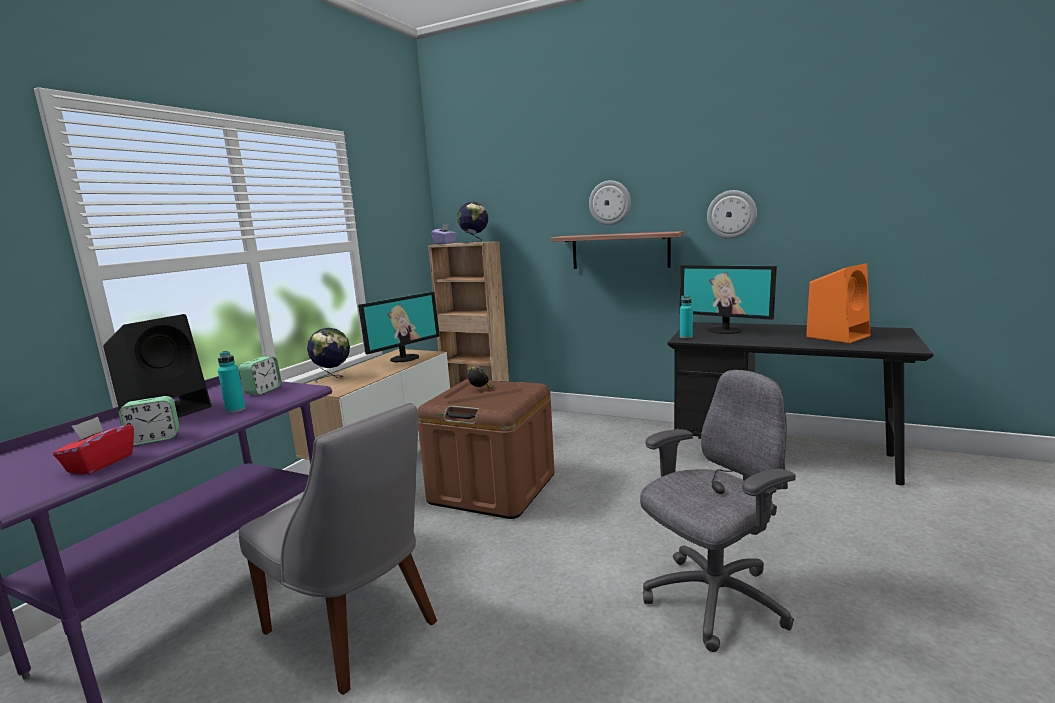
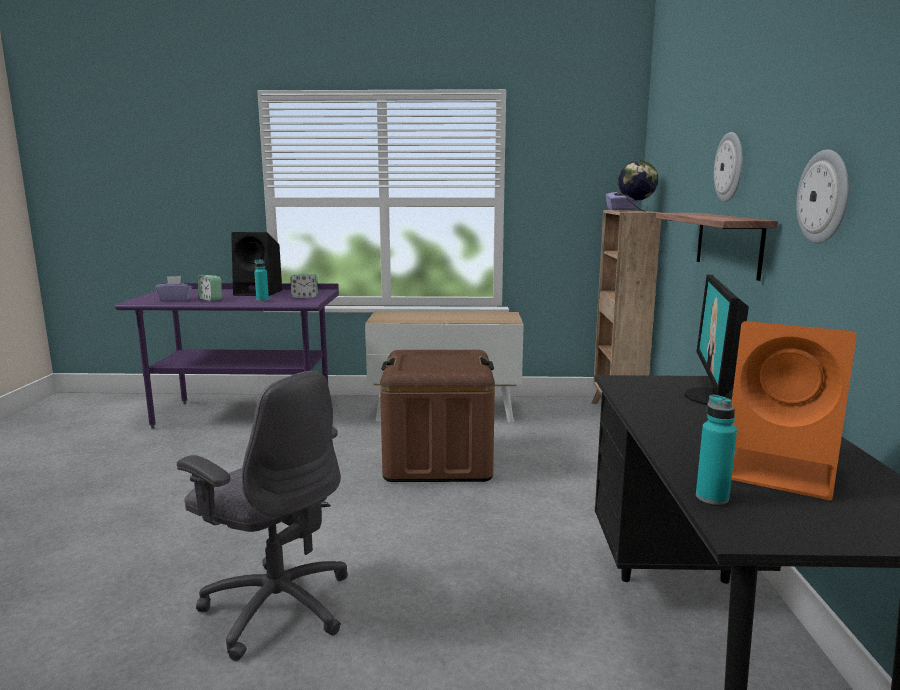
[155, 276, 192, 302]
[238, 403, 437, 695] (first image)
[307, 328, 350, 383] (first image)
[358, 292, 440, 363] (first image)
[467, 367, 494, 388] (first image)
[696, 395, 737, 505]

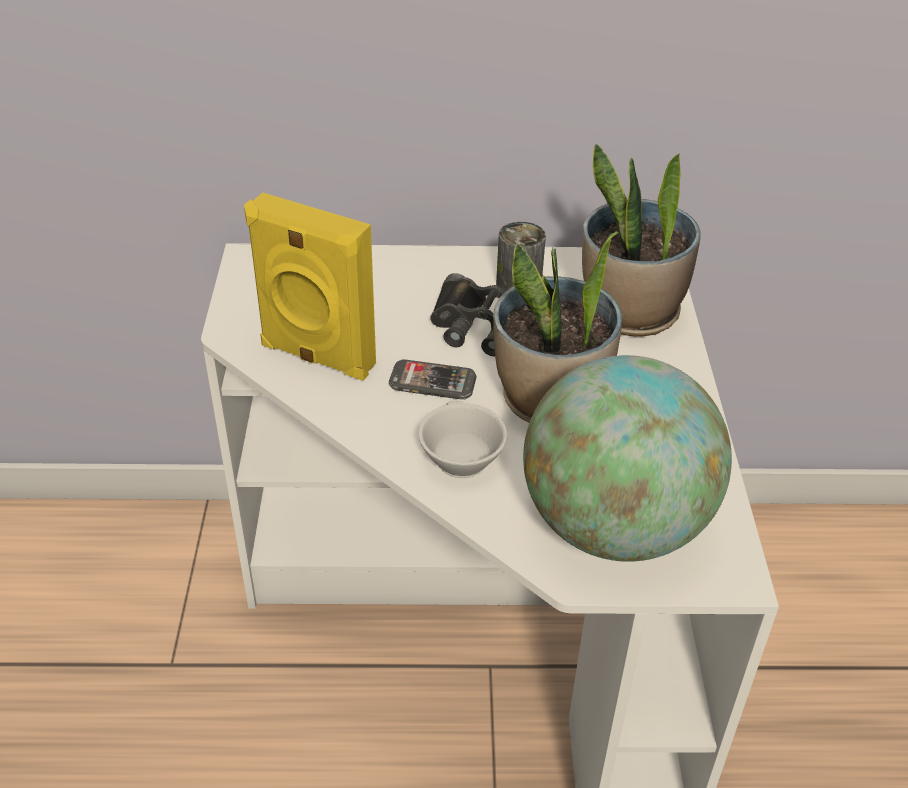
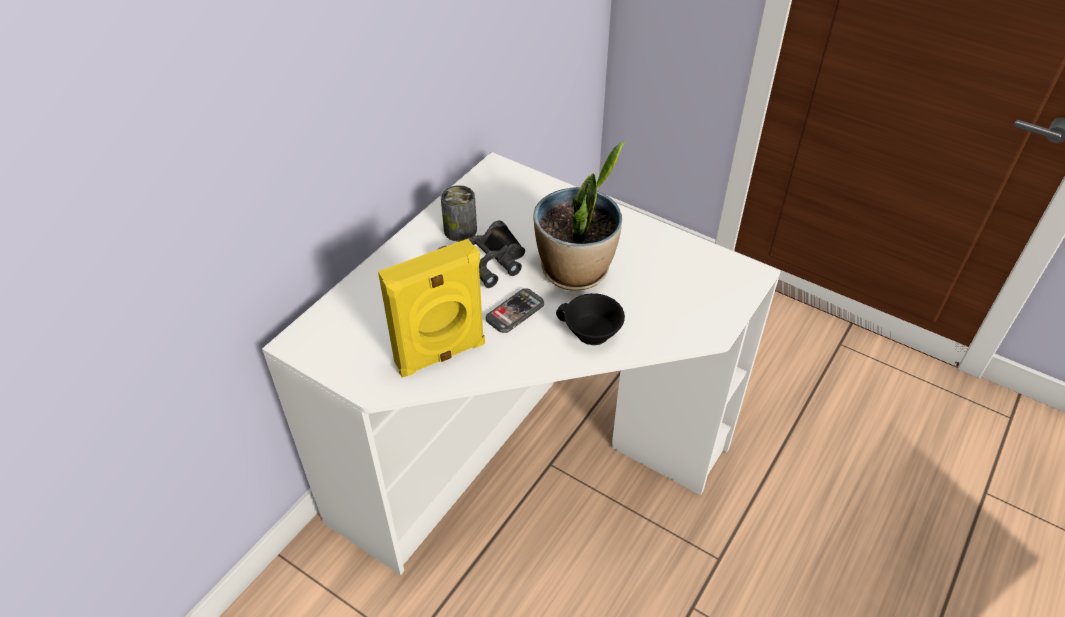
[556, 293, 625, 345]
[523, 355, 732, 562] (first image)
[582, 144, 701, 337] (first image)

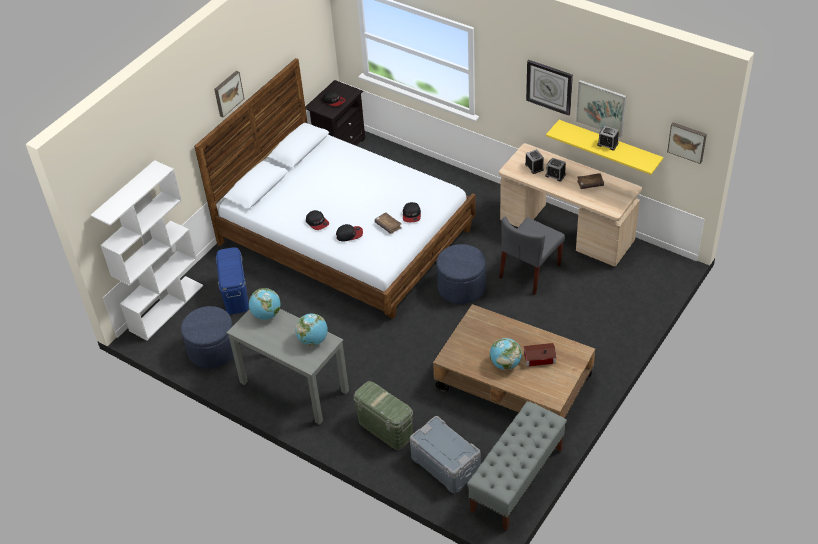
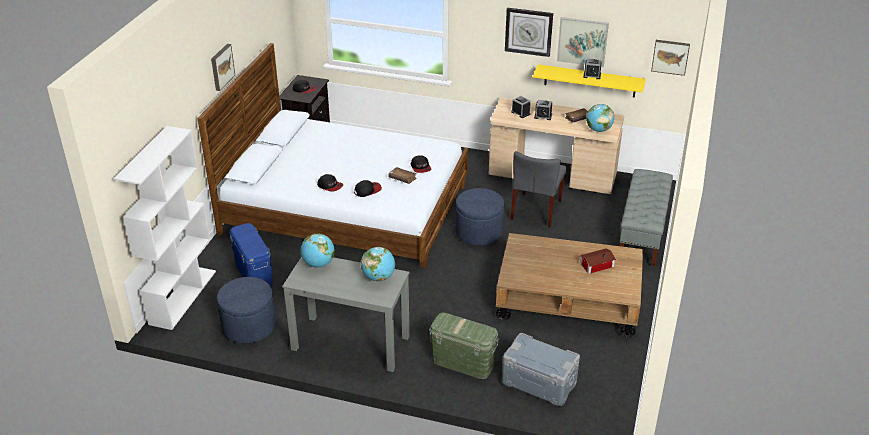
[620, 169, 673, 267]
[586, 104, 614, 132]

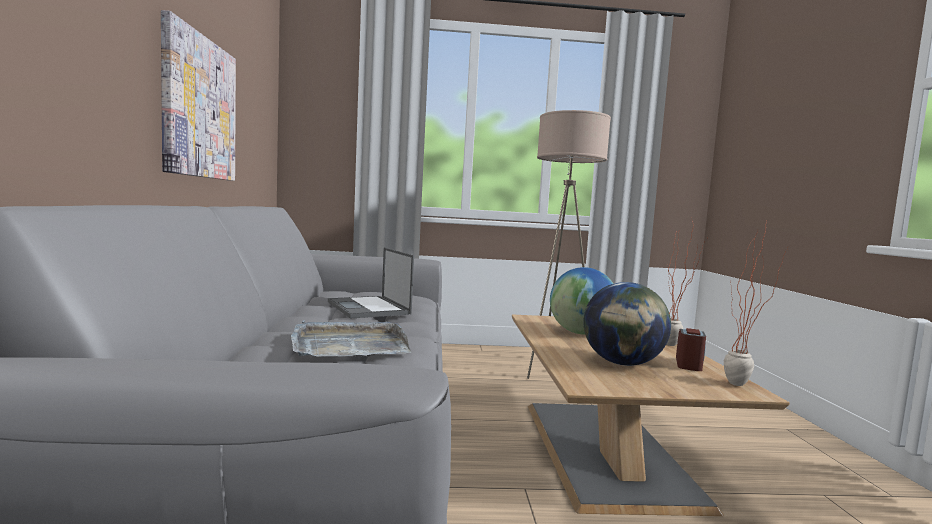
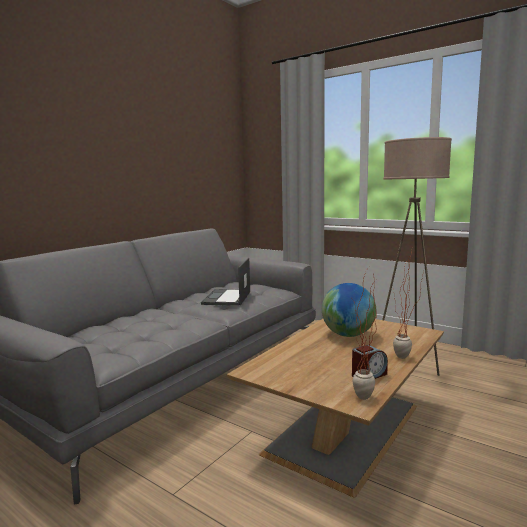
[161, 10, 236, 181] (first image)
[291, 320, 411, 357] (first image)
[583, 282, 671, 366] (first image)

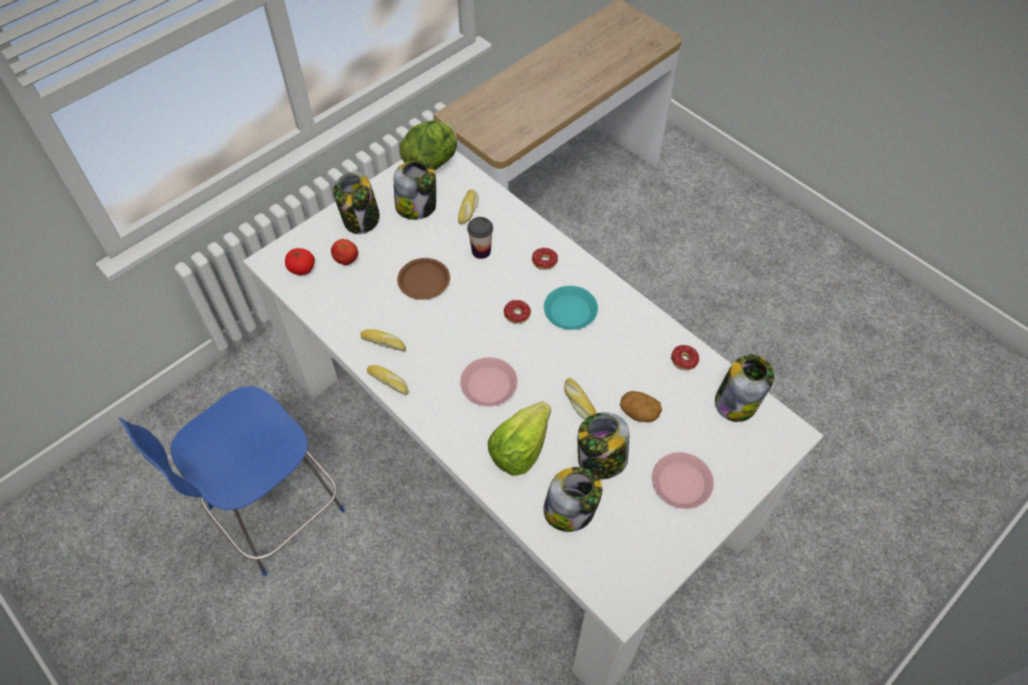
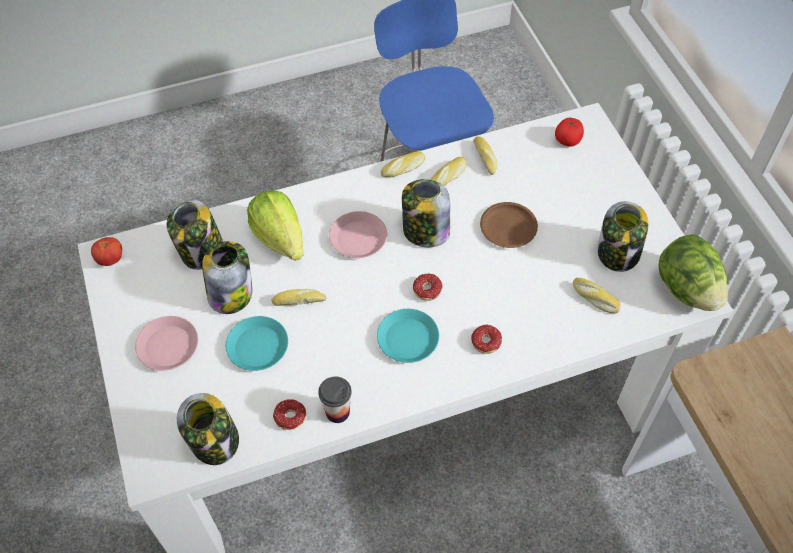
[91, 237, 122, 266]
[402, 179, 450, 247]
[318, 376, 352, 423]
[226, 316, 288, 371]
[473, 137, 498, 175]

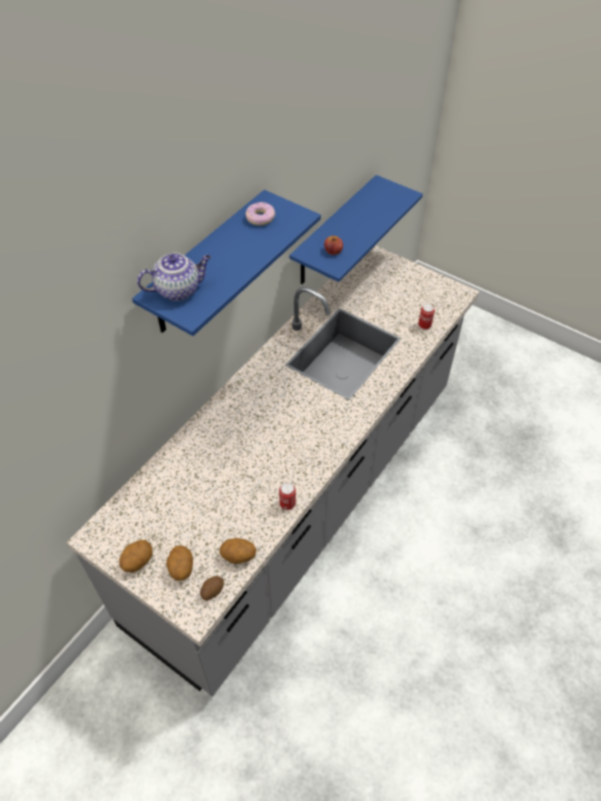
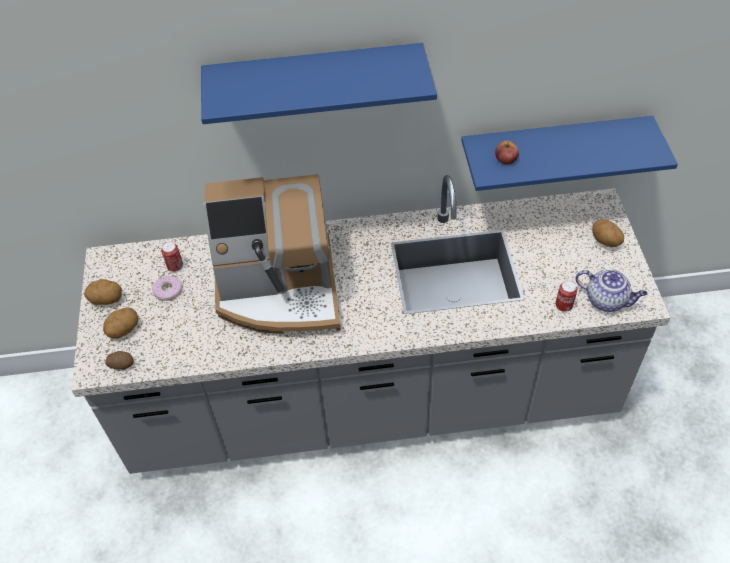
[575, 269, 647, 312]
[592, 219, 624, 247]
[152, 275, 182, 301]
[161, 242, 183, 272]
[203, 174, 341, 334]

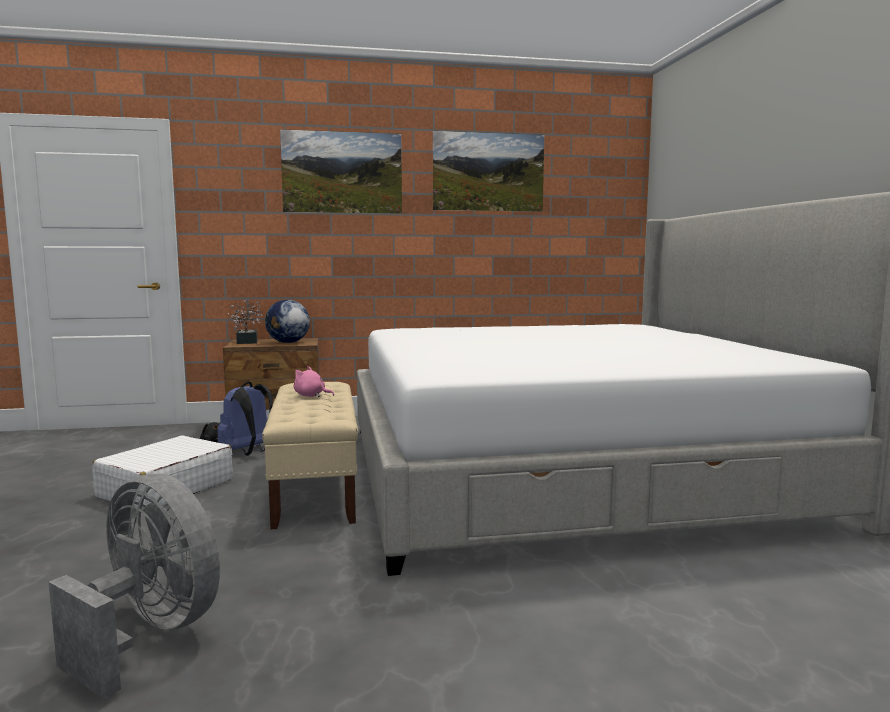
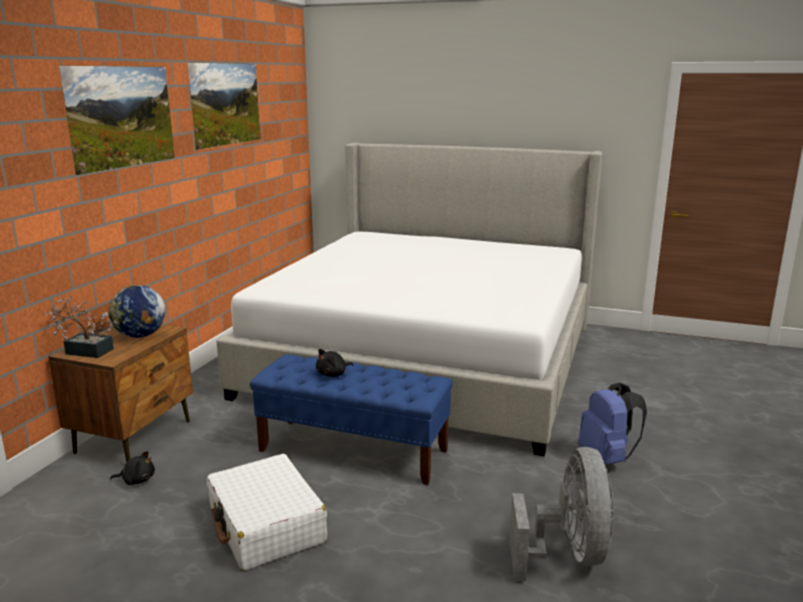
[509, 447, 615, 581]
[578, 383, 647, 465]
[250, 354, 453, 485]
[316, 349, 353, 377]

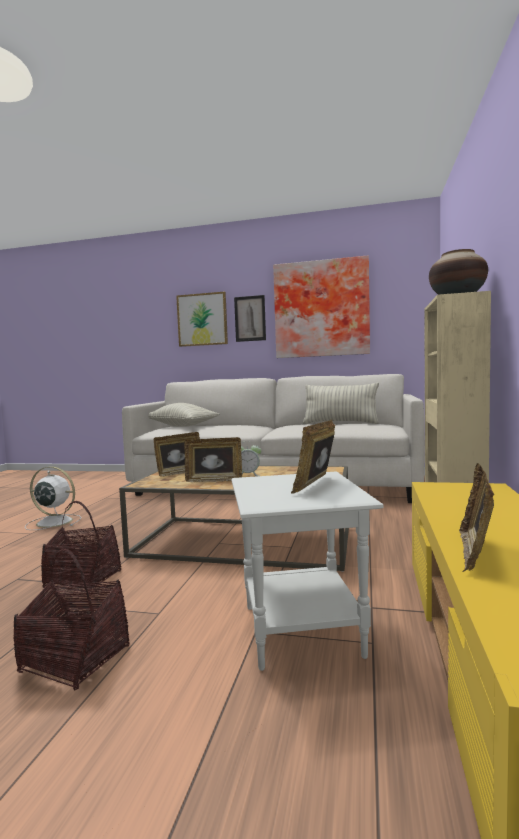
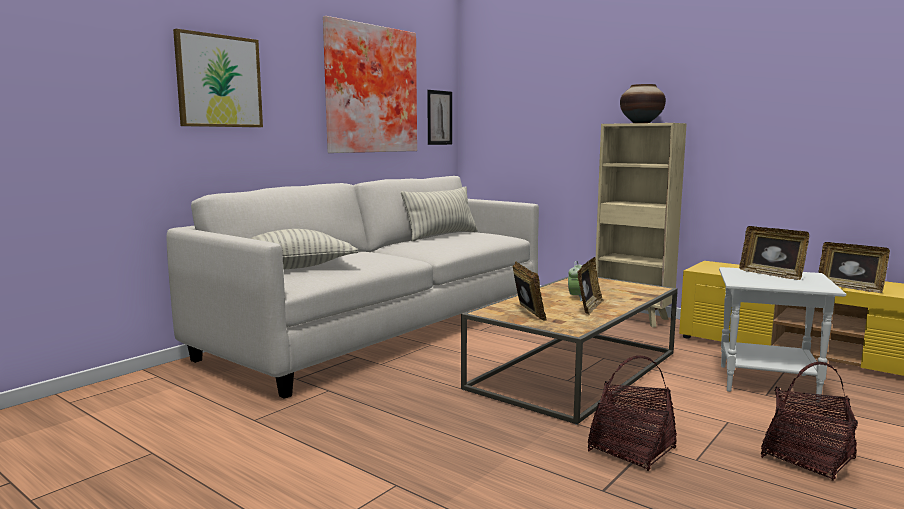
[25, 466, 82, 530] (first image)
[427, 90, 452, 145]

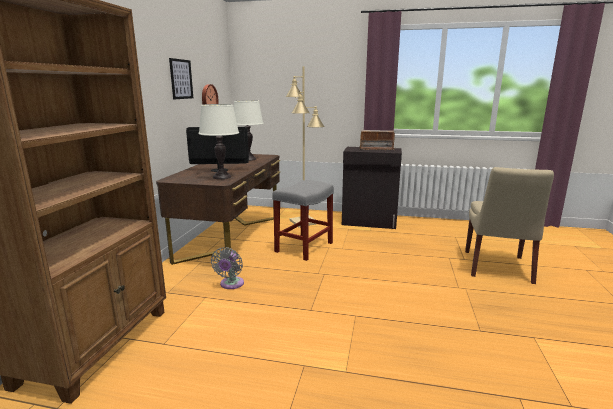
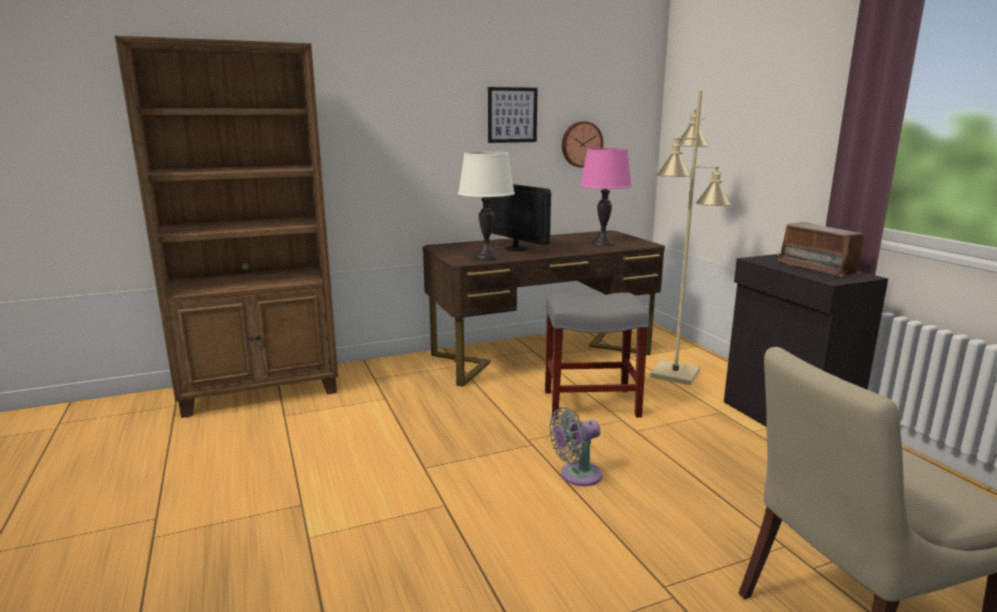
[549, 407, 602, 486]
[580, 148, 632, 246]

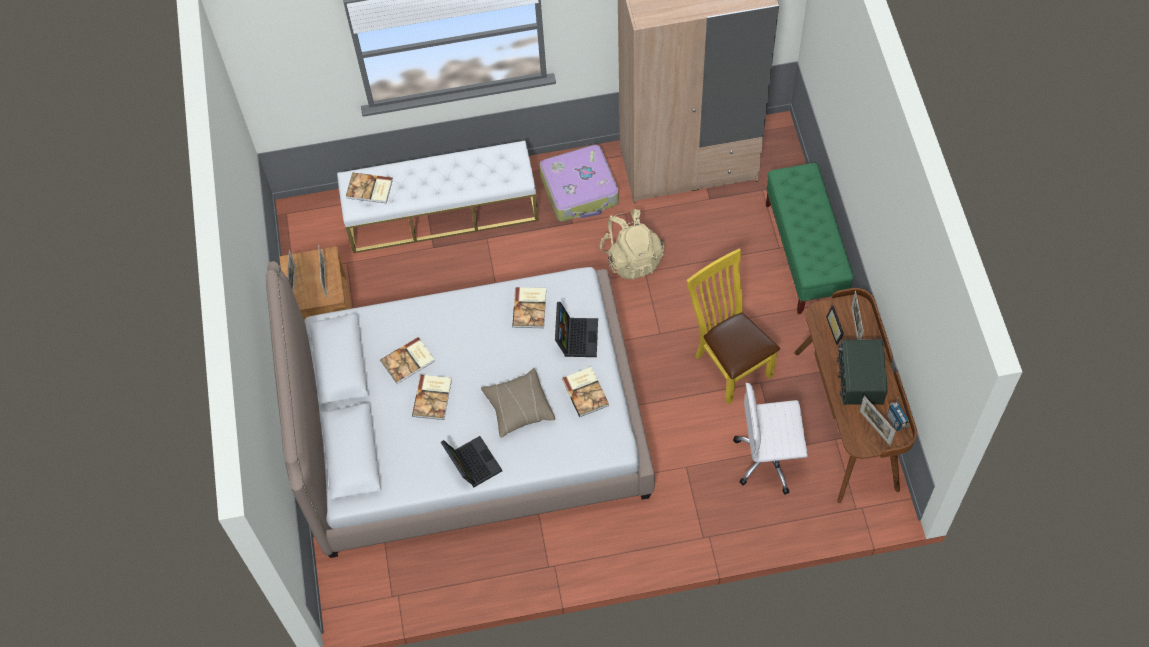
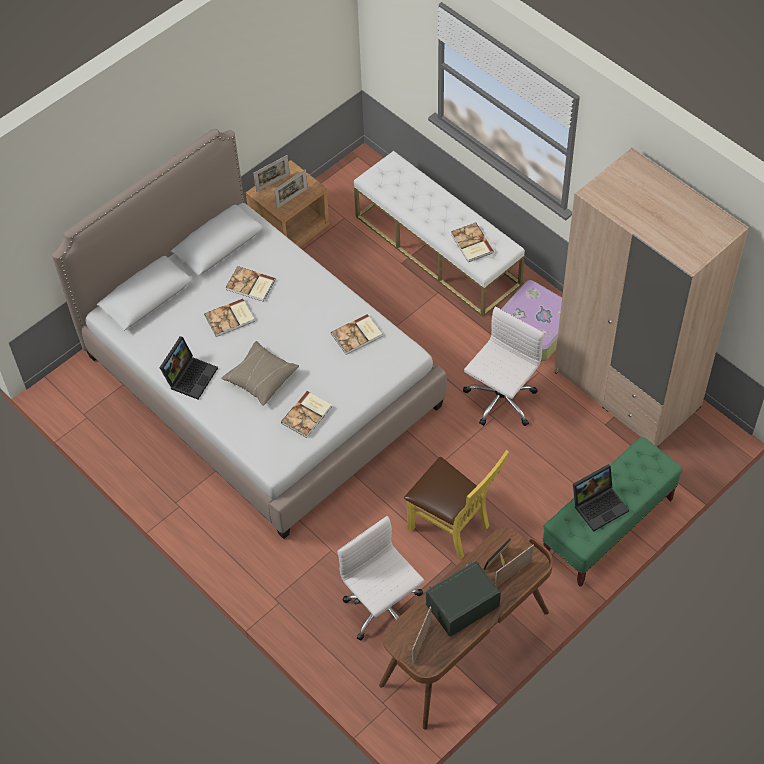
[451, 222, 494, 262]
[573, 464, 629, 532]
[463, 307, 544, 426]
[404, 450, 509, 559]
[887, 397, 909, 431] (first image)

